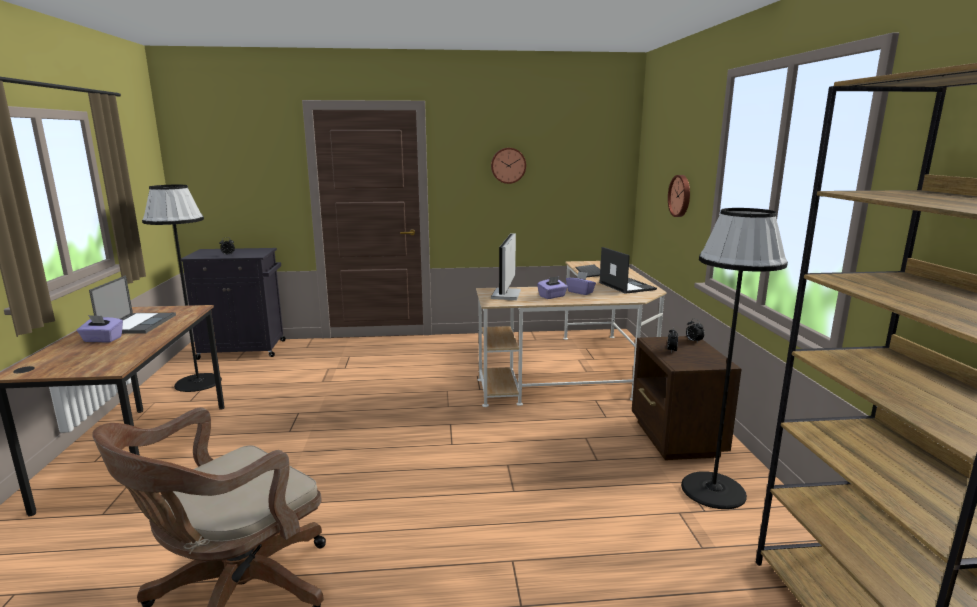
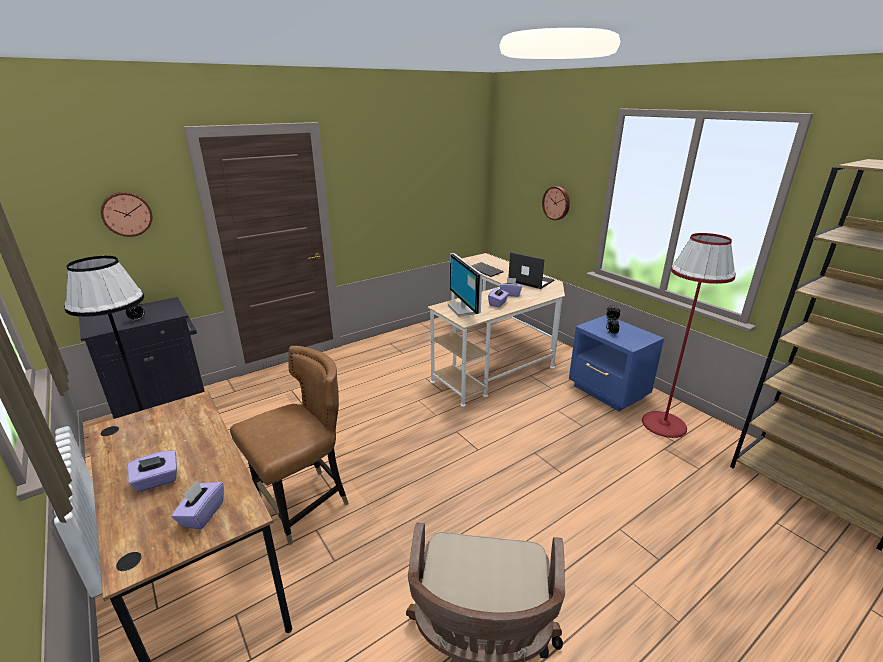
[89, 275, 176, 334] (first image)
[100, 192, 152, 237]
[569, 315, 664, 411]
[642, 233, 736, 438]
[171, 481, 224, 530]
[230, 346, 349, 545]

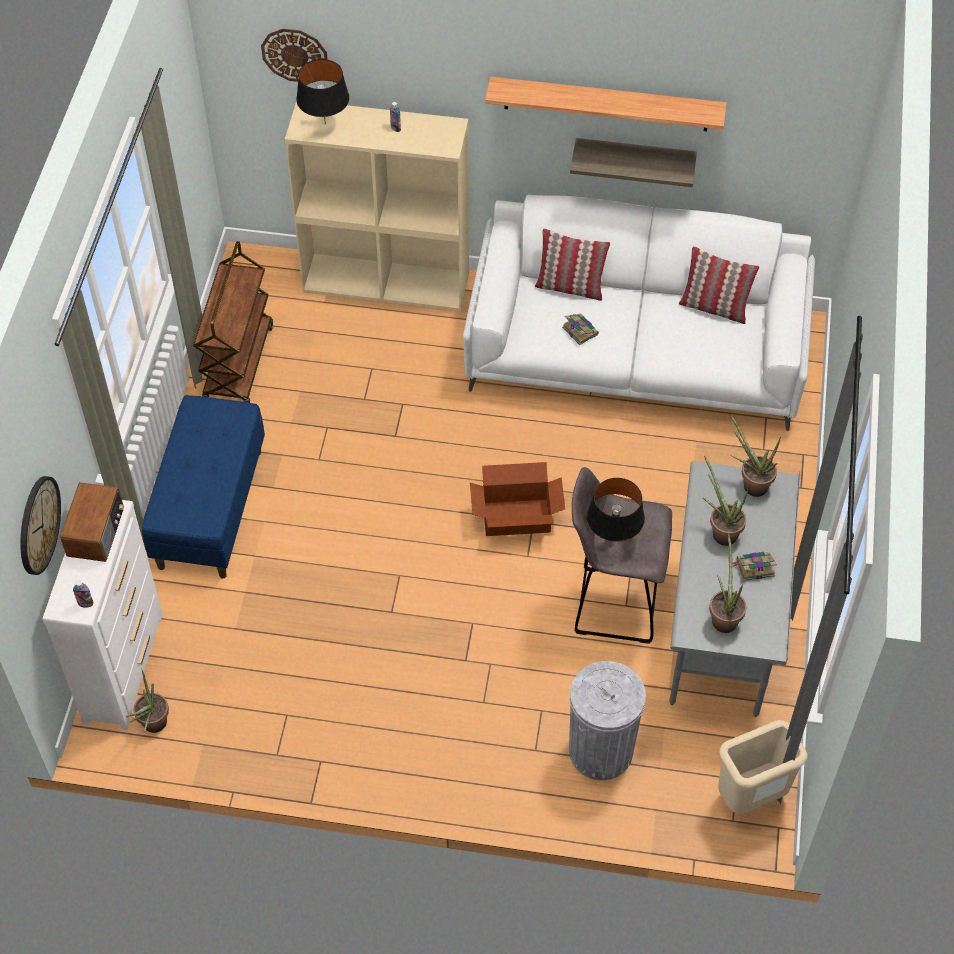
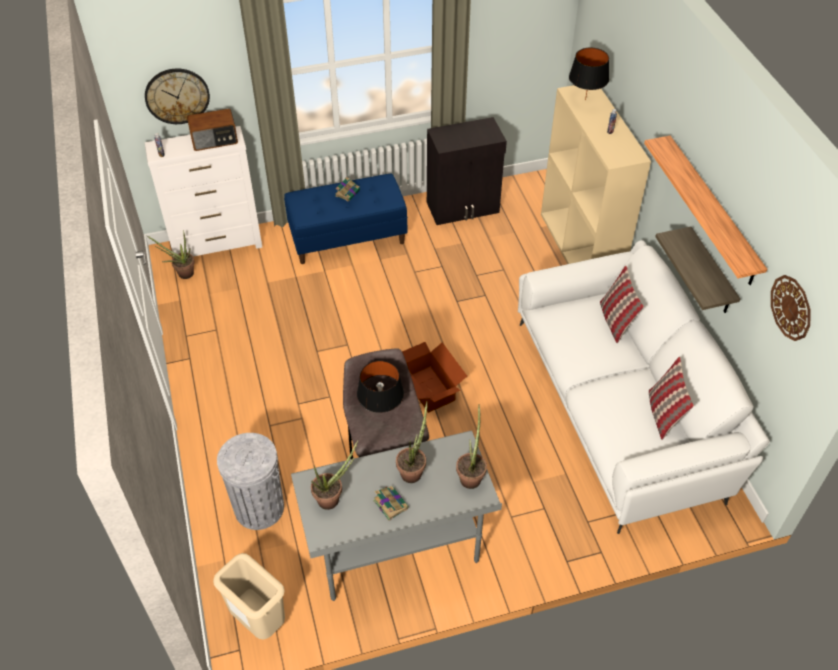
[427, 117, 507, 225]
[771, 275, 810, 341]
[335, 177, 360, 202]

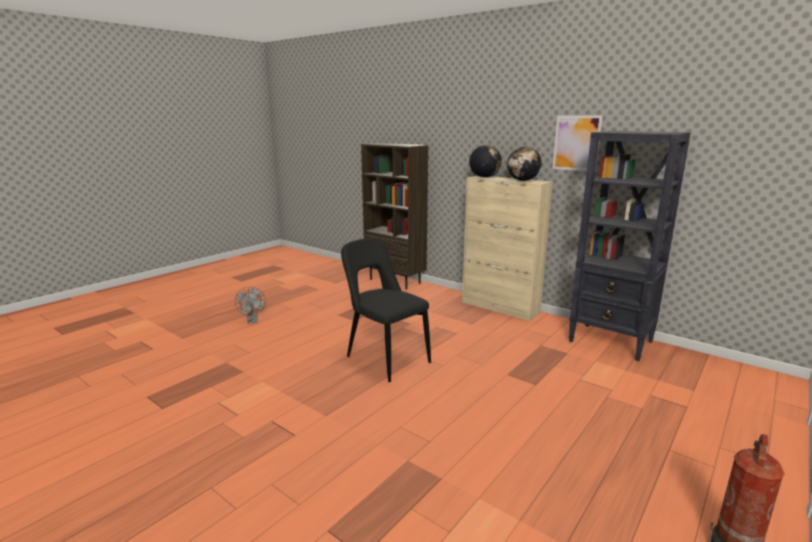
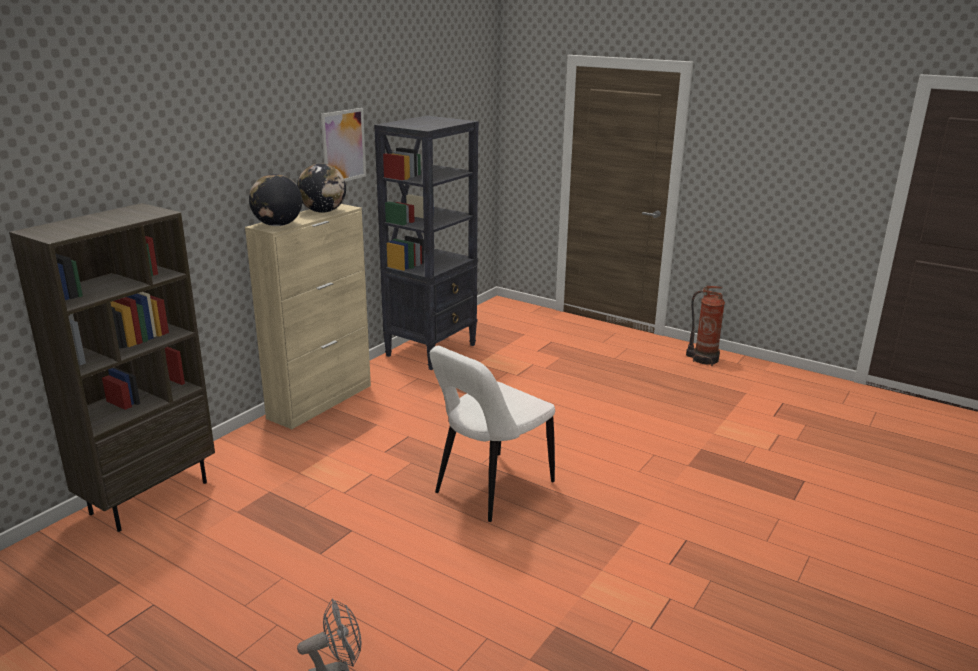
[430, 346, 555, 522]

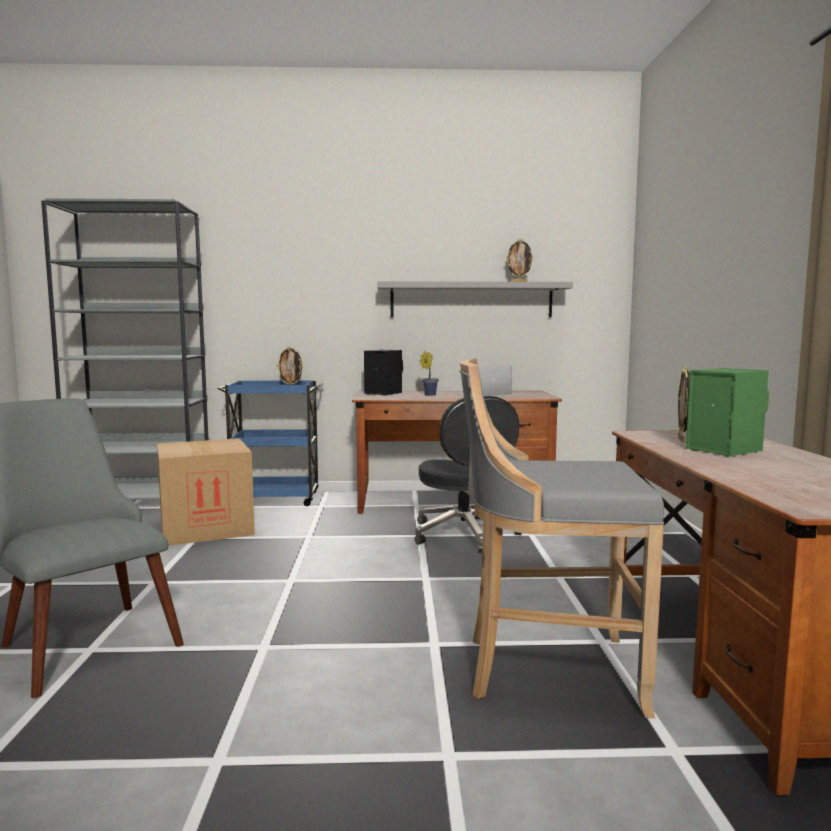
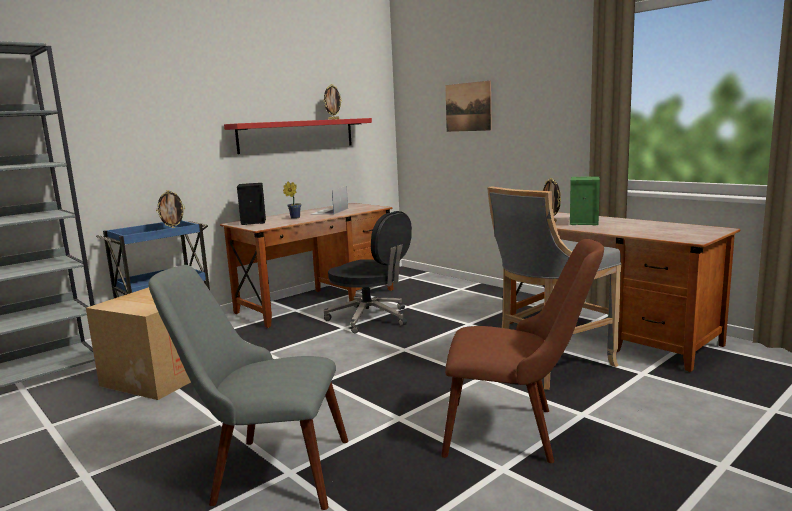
[224, 118, 372, 154]
[441, 239, 604, 463]
[445, 80, 492, 132]

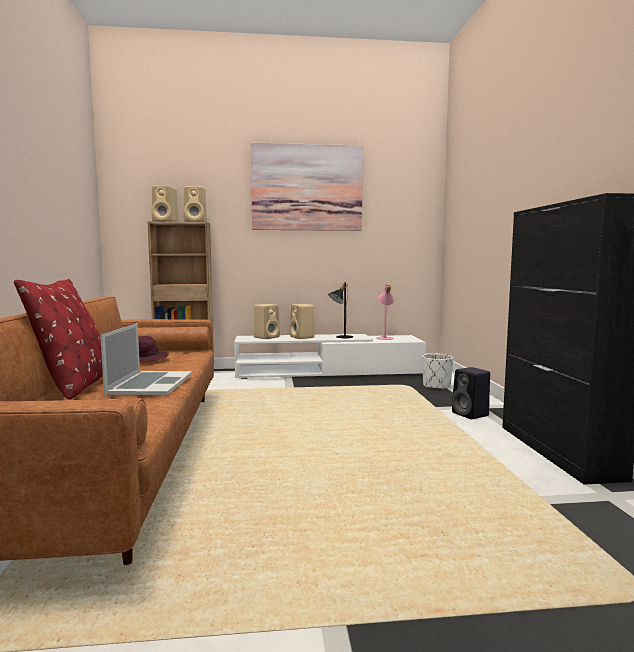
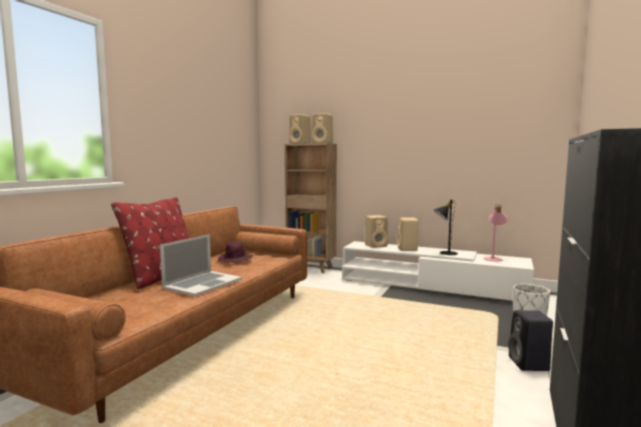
[251, 142, 363, 231] (first image)

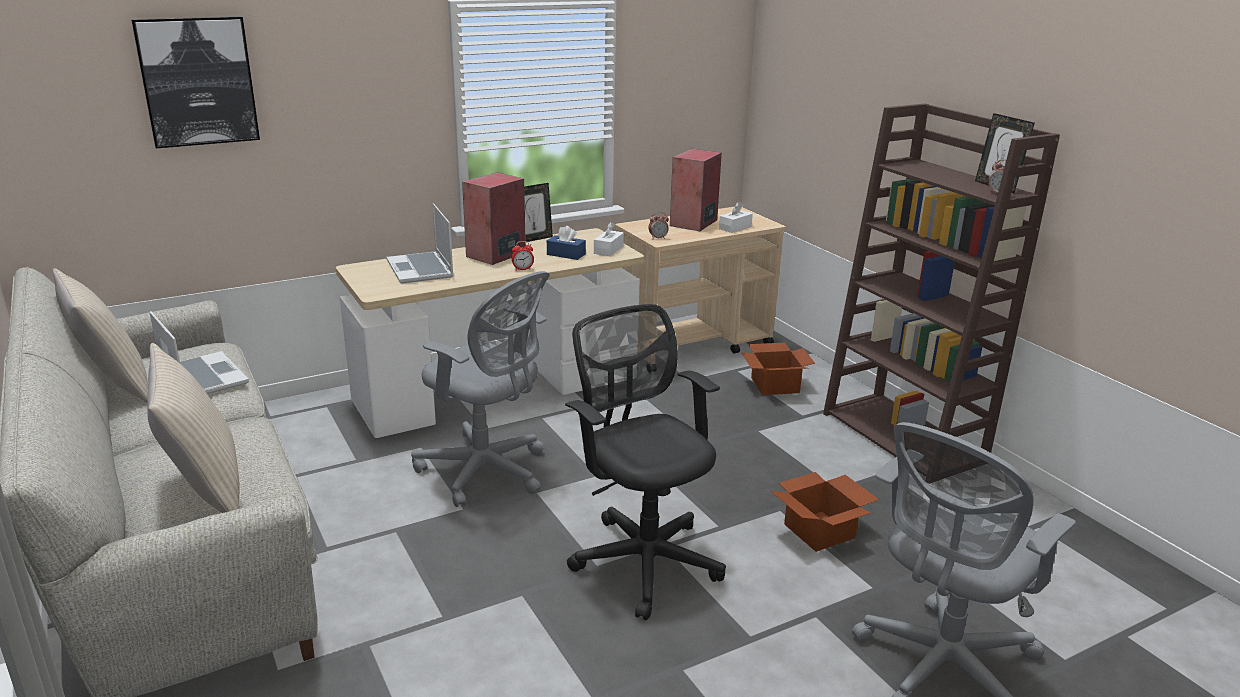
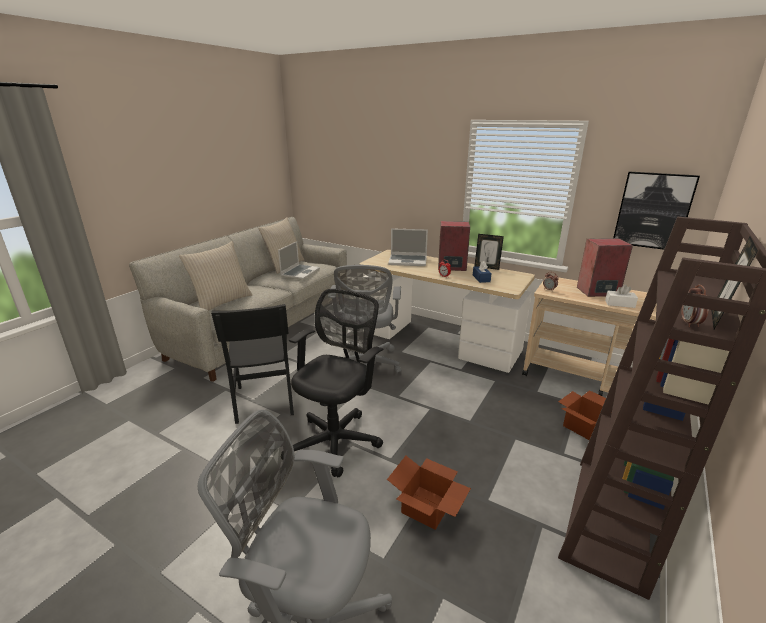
[613, 172, 700, 250]
[388, 228, 428, 266]
[594, 222, 624, 256] (first image)
[211, 304, 294, 424]

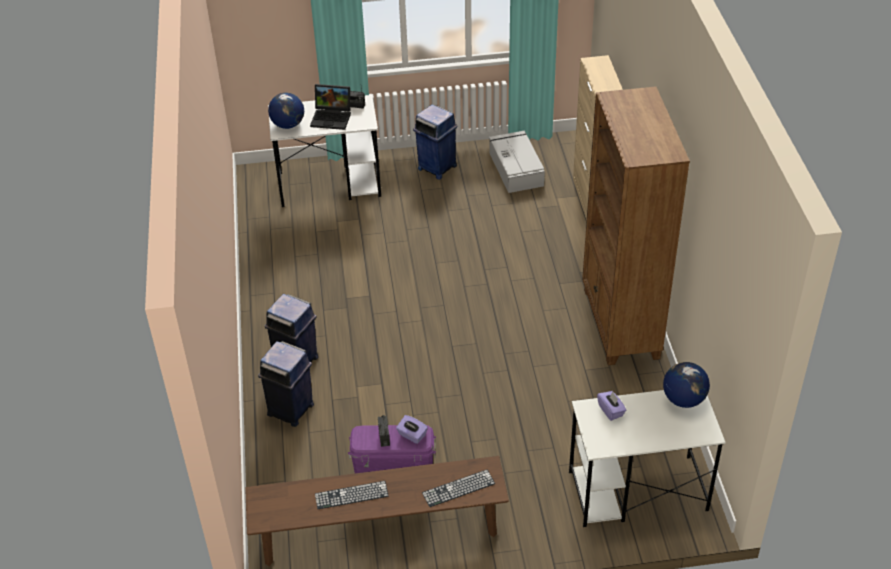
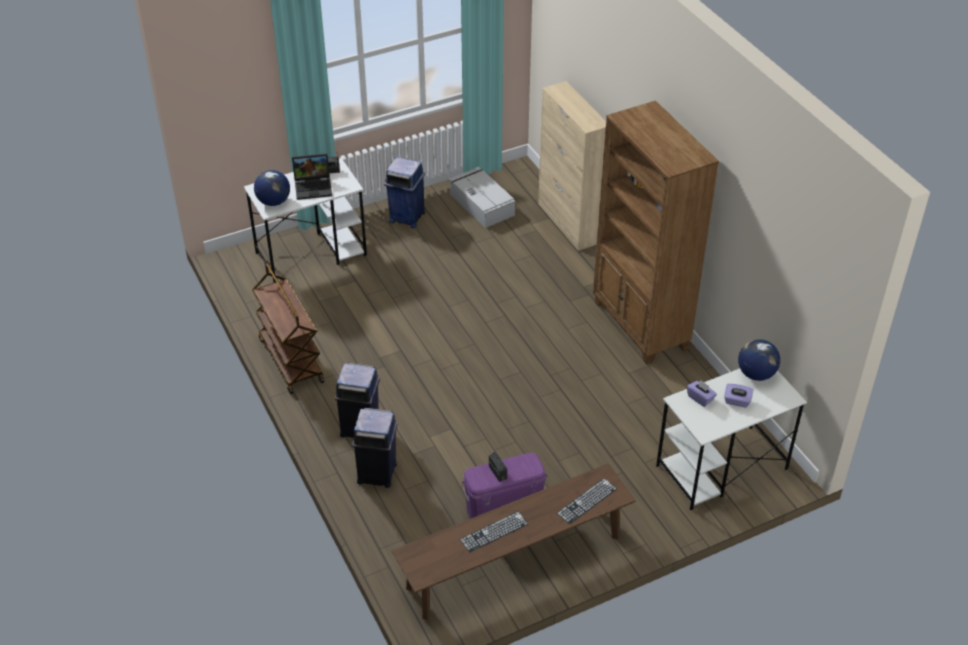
[724, 384, 753, 408]
[252, 263, 324, 394]

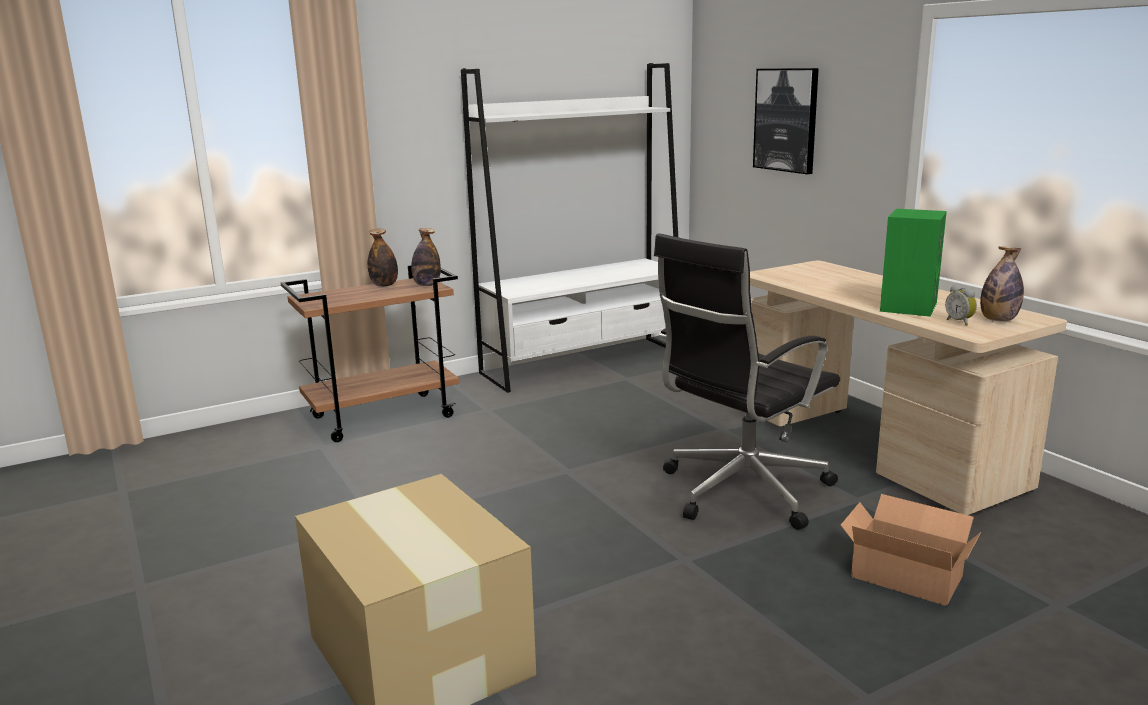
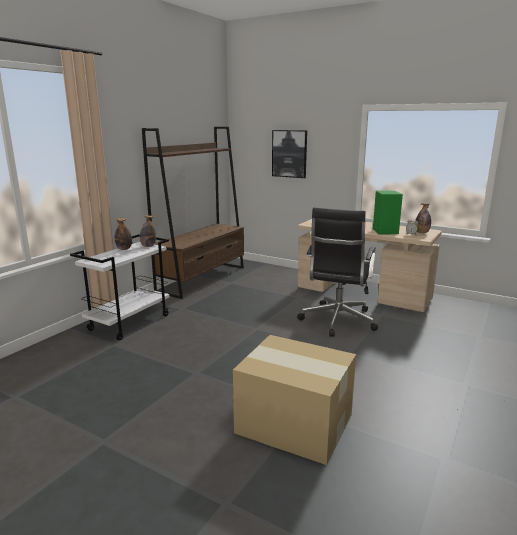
[70, 234, 170, 341]
[142, 126, 244, 299]
[841, 494, 981, 606] (first image)

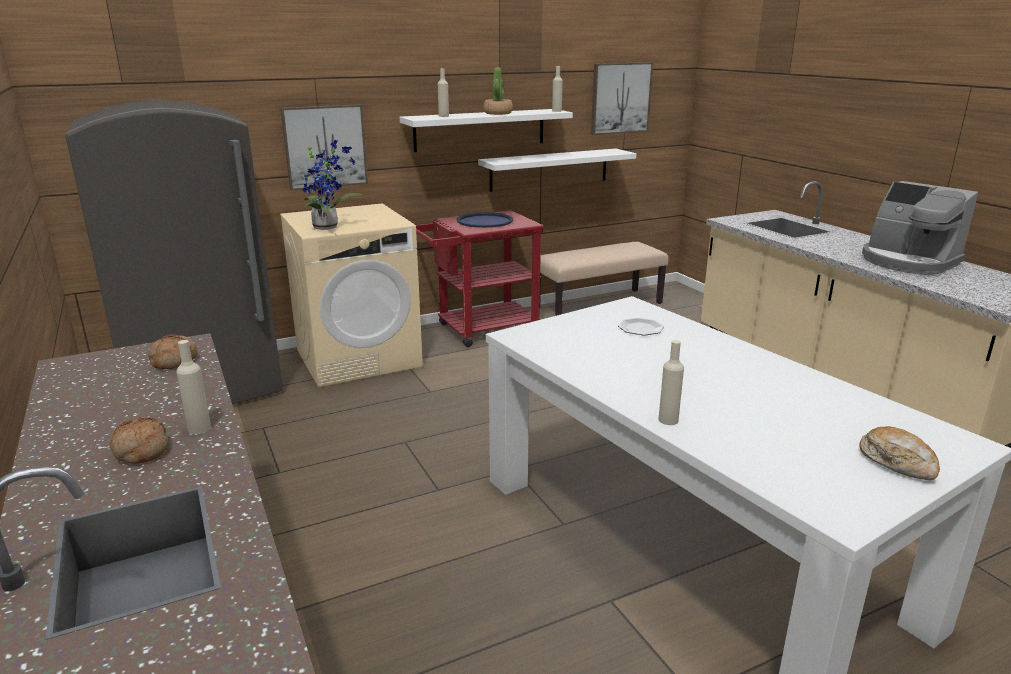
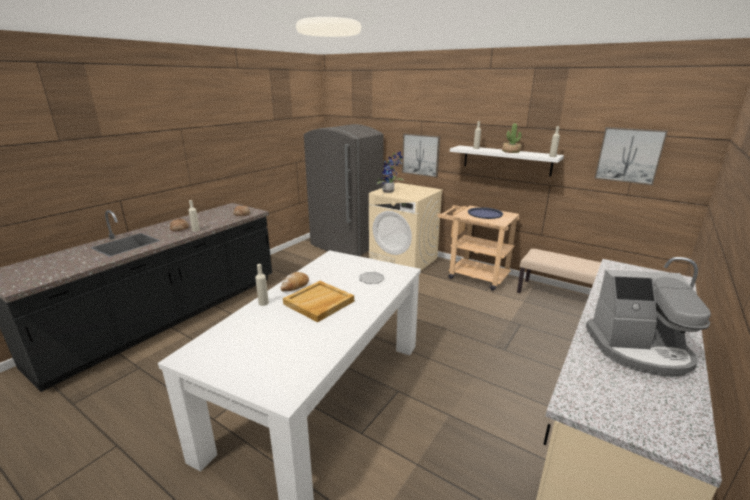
[437, 205, 519, 291]
[478, 148, 637, 192] (first image)
[280, 272, 309, 292]
[586, 270, 711, 376]
[283, 281, 354, 322]

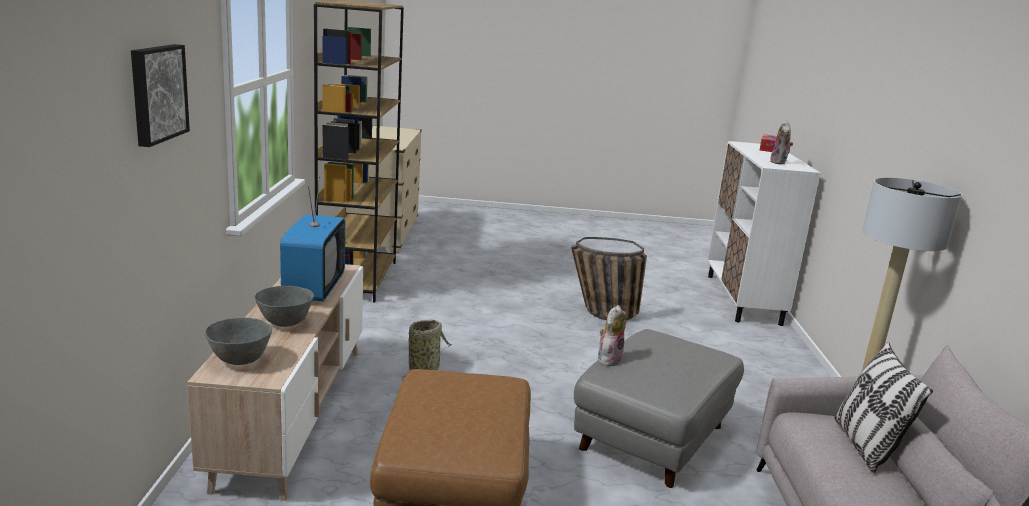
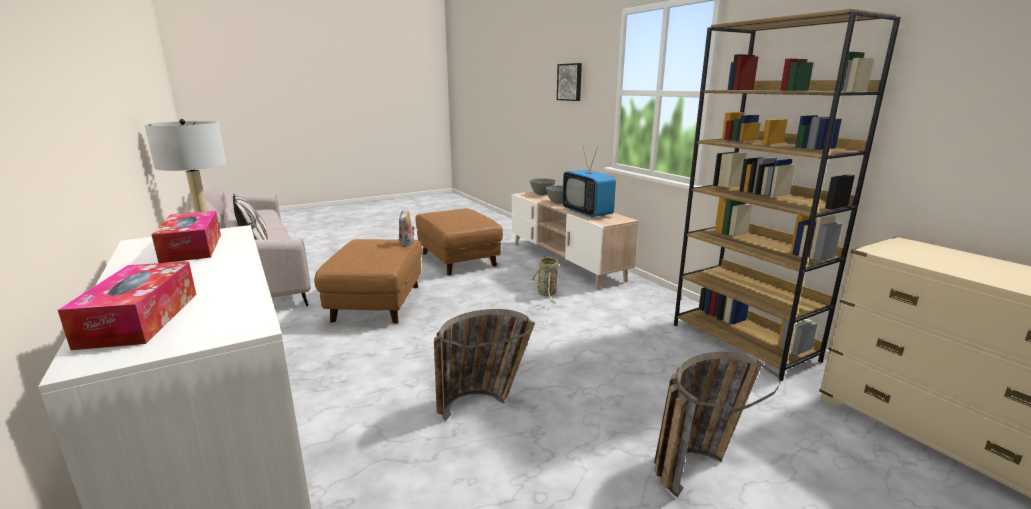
[314, 239, 422, 324]
[152, 211, 221, 263]
[654, 352, 780, 497]

